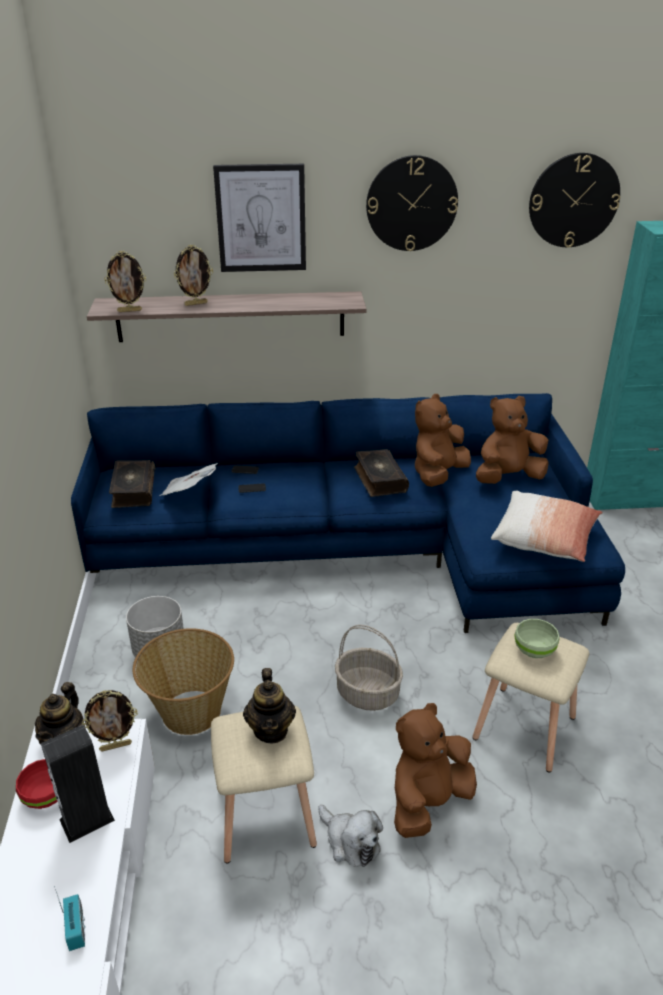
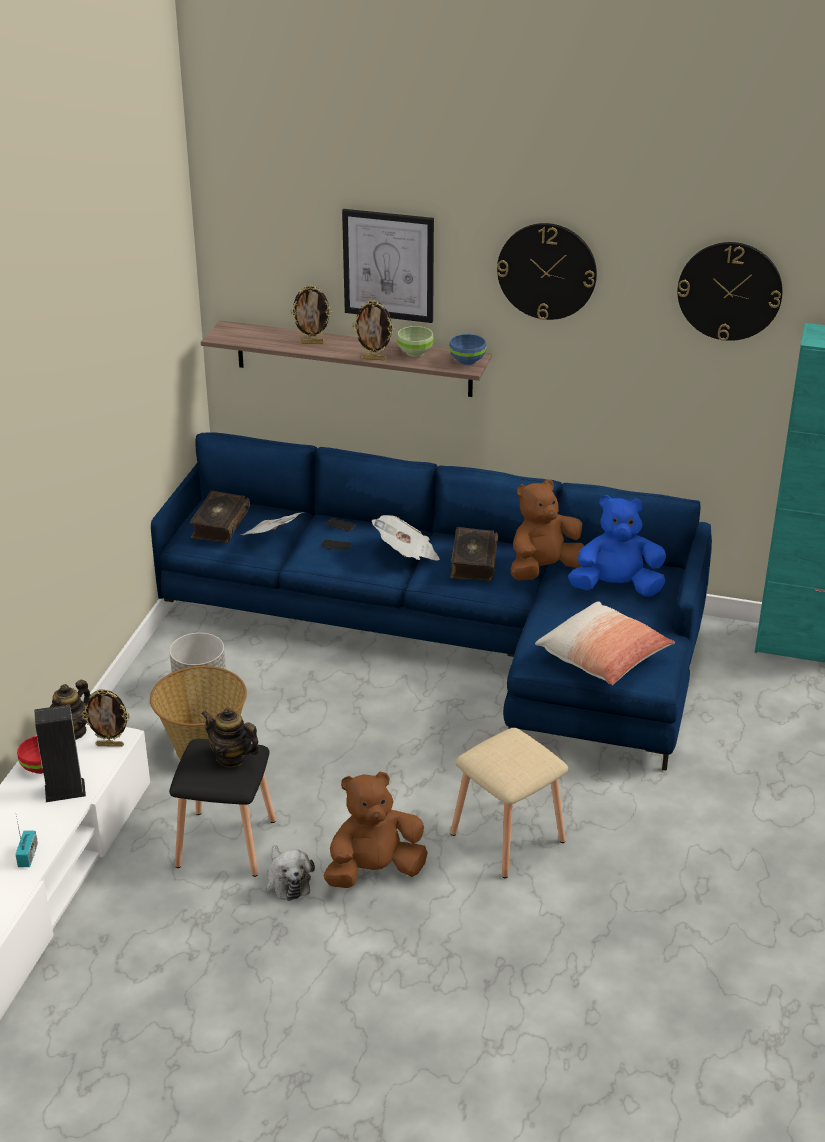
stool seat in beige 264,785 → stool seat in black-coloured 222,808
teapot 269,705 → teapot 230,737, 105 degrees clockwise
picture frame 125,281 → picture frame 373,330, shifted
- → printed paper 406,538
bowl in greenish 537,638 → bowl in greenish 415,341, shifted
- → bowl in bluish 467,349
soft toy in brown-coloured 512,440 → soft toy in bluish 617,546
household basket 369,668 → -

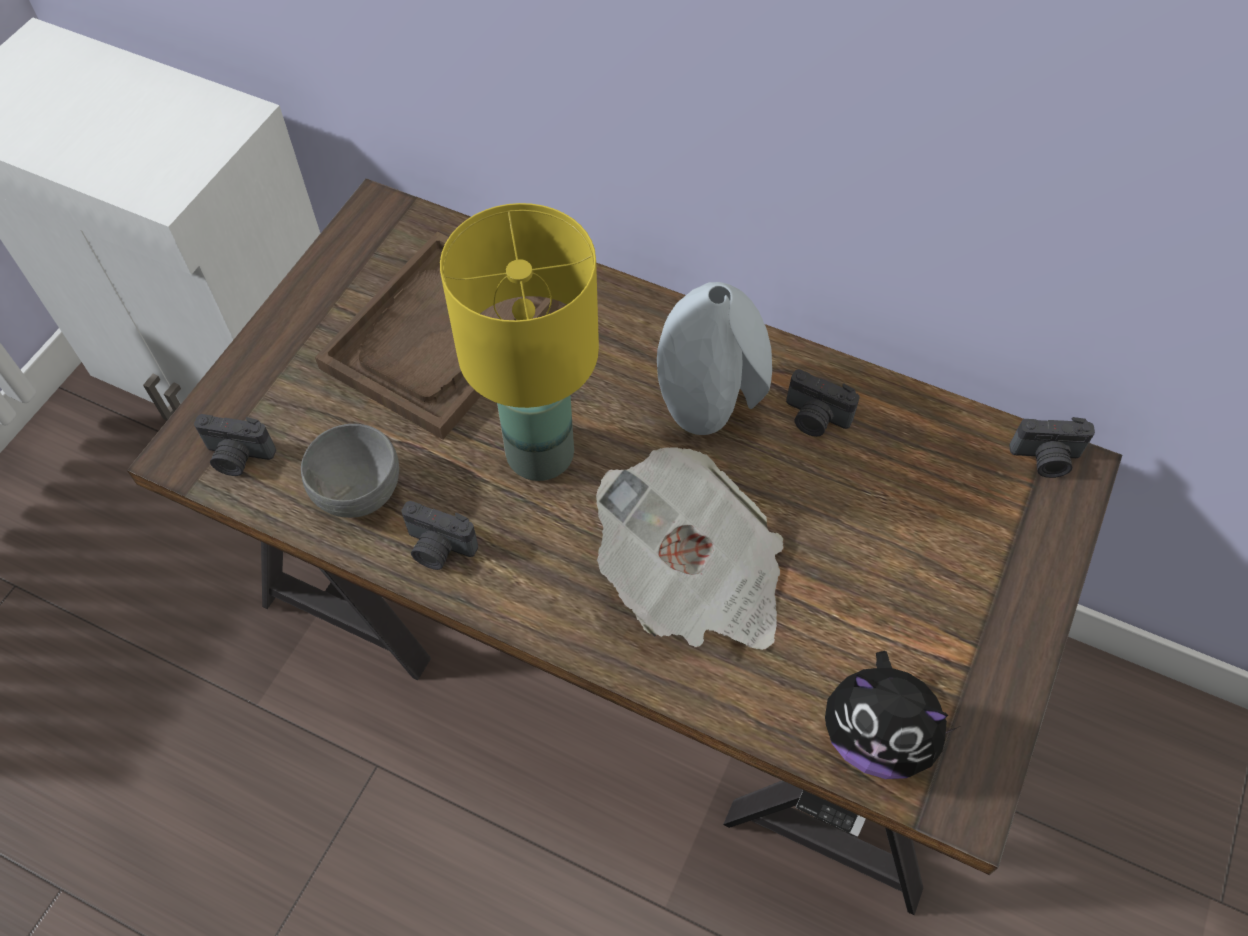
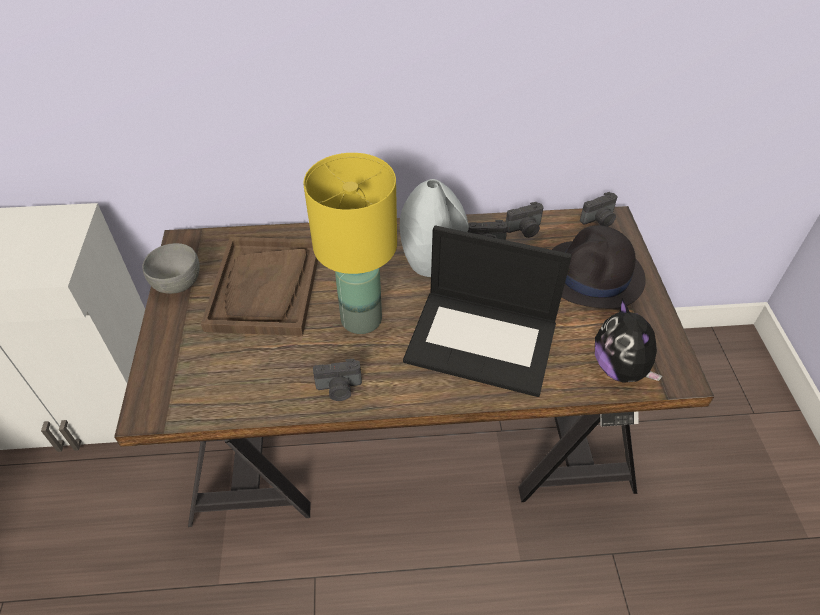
bowl in greyish 350,471 → bowl in greyish 171,268, shifted
printed paper 689,548 → portable computer 487,311
photo camera 235,445 → photo camera 525,220, shifted
- → hat in black-coloured 599,267
soft toy 892,715 → soft toy 628,341, 75 degrees clockwise

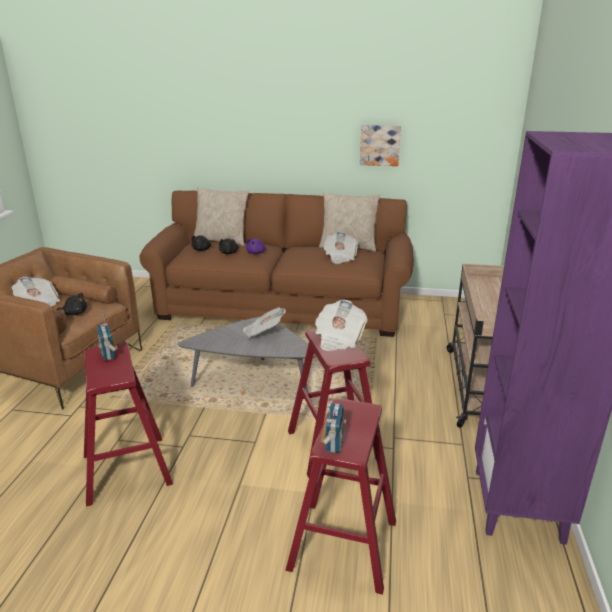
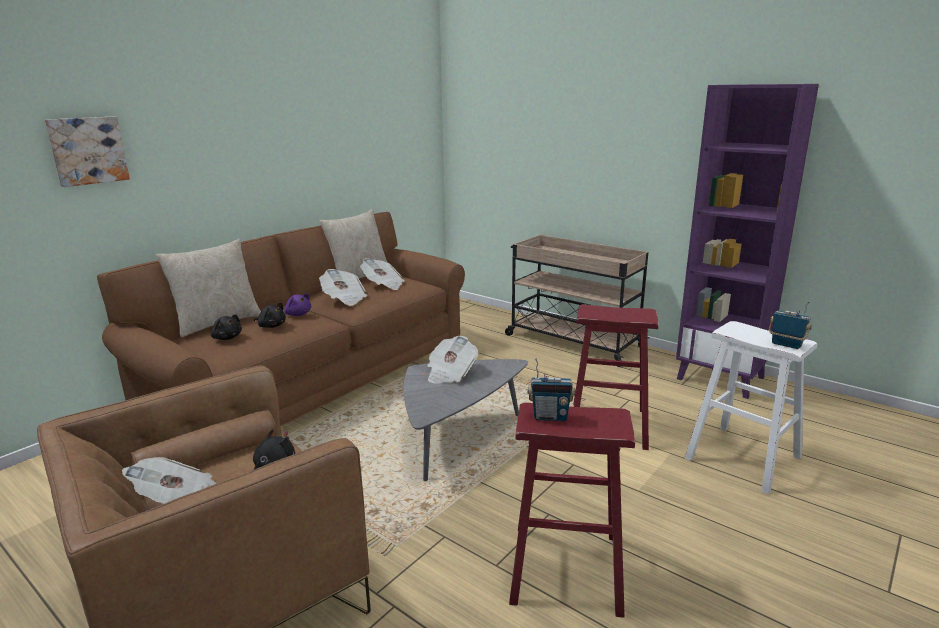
wall picture 380,145 → wall picture 87,152, shifted
printed paper 341,325 → printed paper 343,287, shifted
stool seat in red-coloured 341,496 → stool seat in whitish 751,407

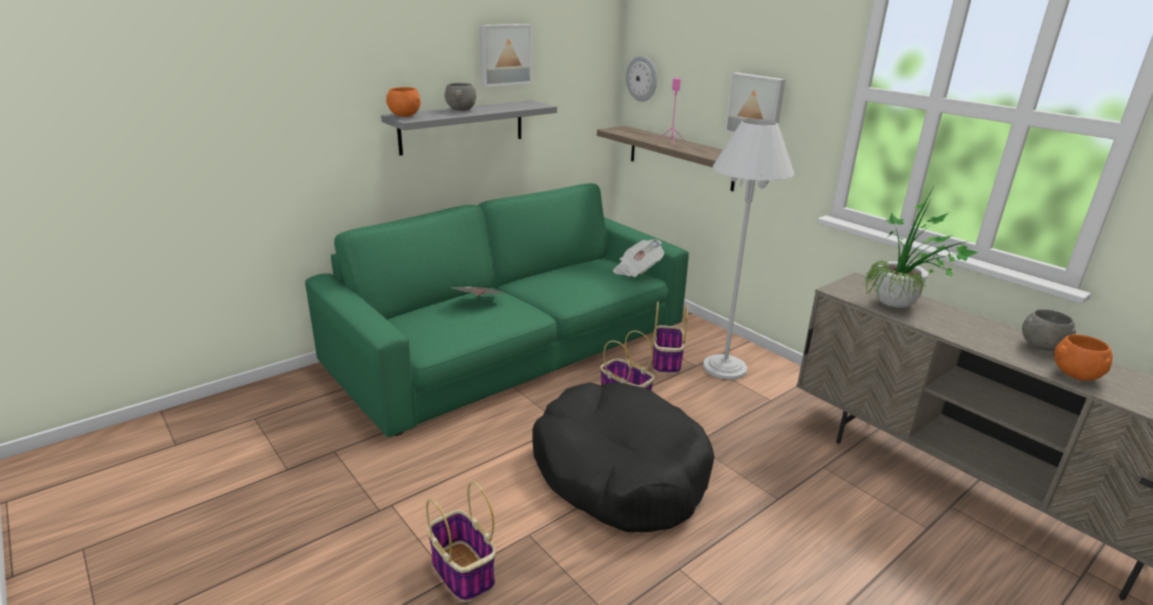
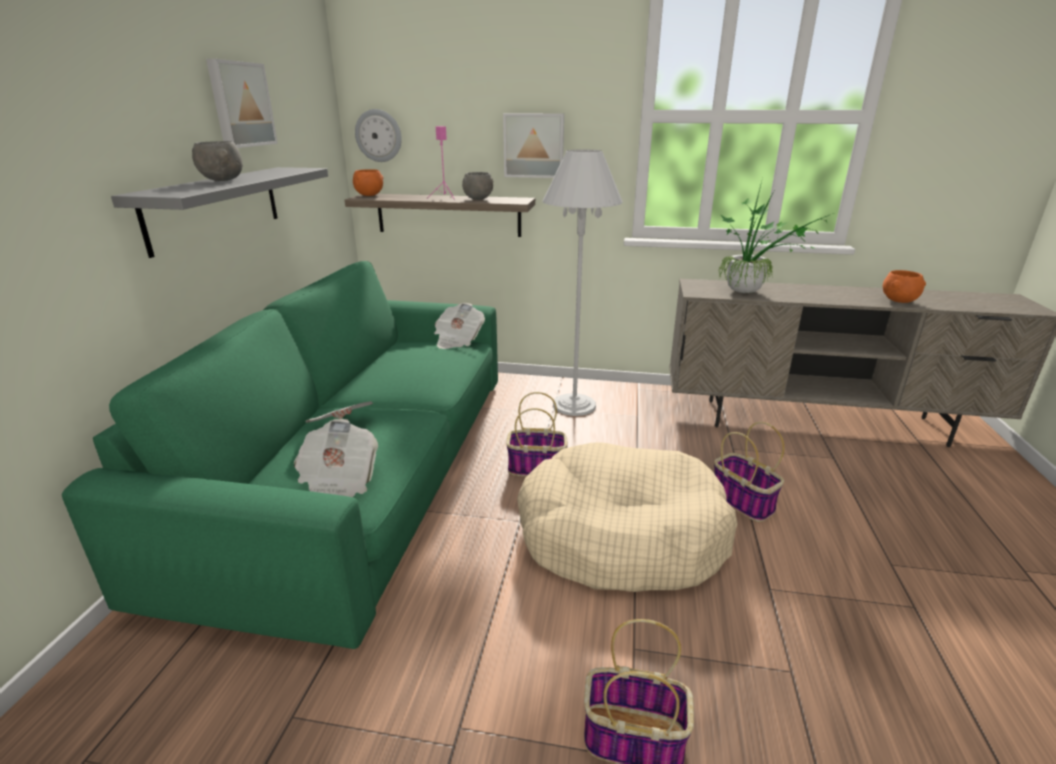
- → printed paper 336,458
bowl in orange-coloured 403,102 → bowl in orange-coloured 368,182, shifted
bowl in greyish 1049,330 → bowl in greyish 477,186, shifted
dog bed in black-coloured 623,457 → dog bed in beige 627,517
household basket 670,338 → household basket 749,472, shifted

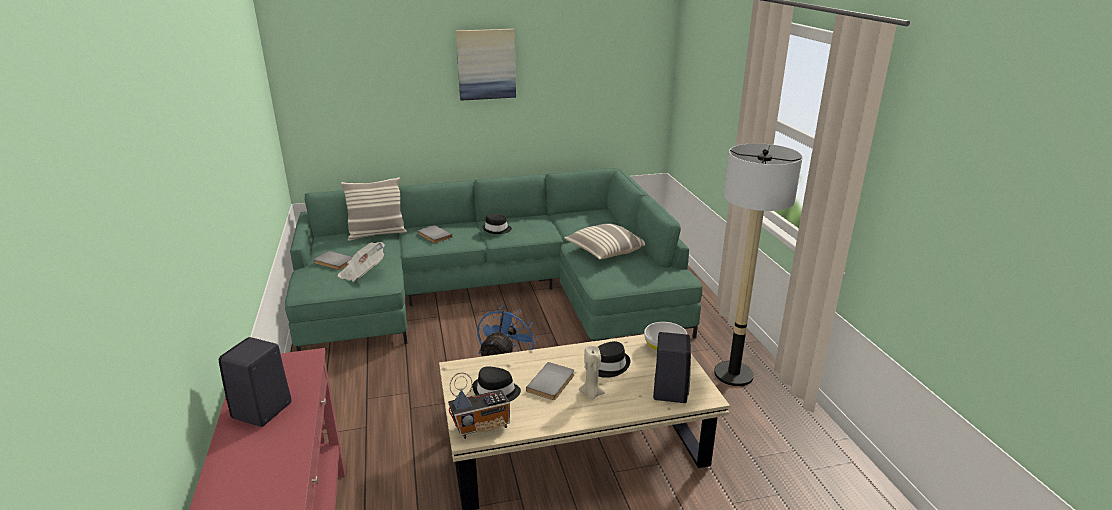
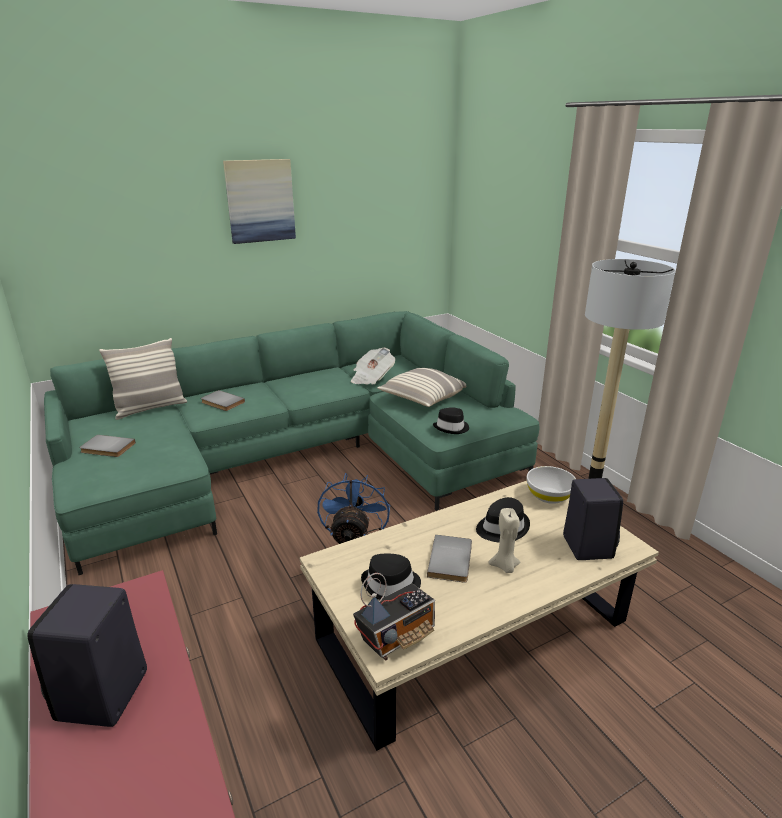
printed paper 361,262 → printed paper 373,366, shifted
hat in black-coloured 497,224 → hat in black-coloured 451,420, shifted

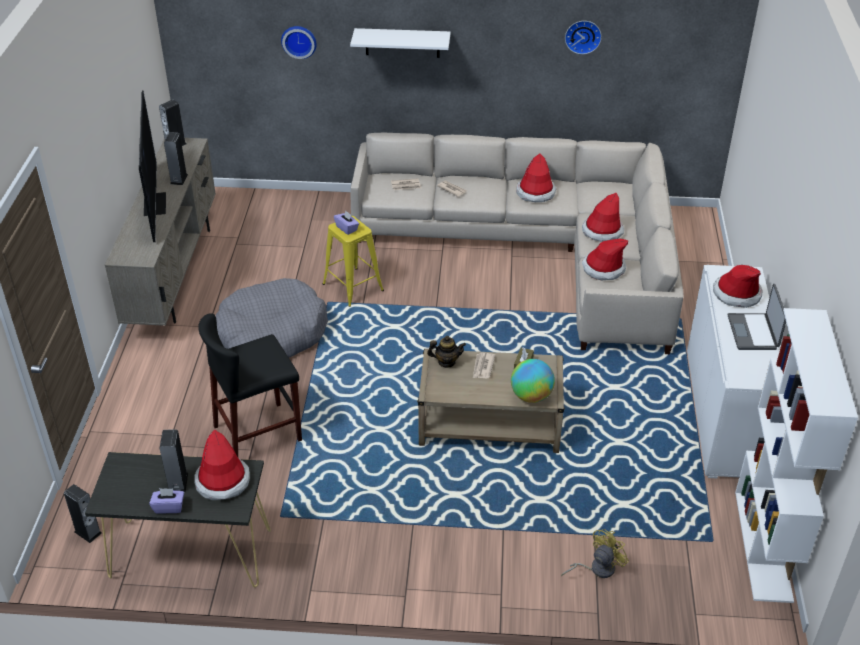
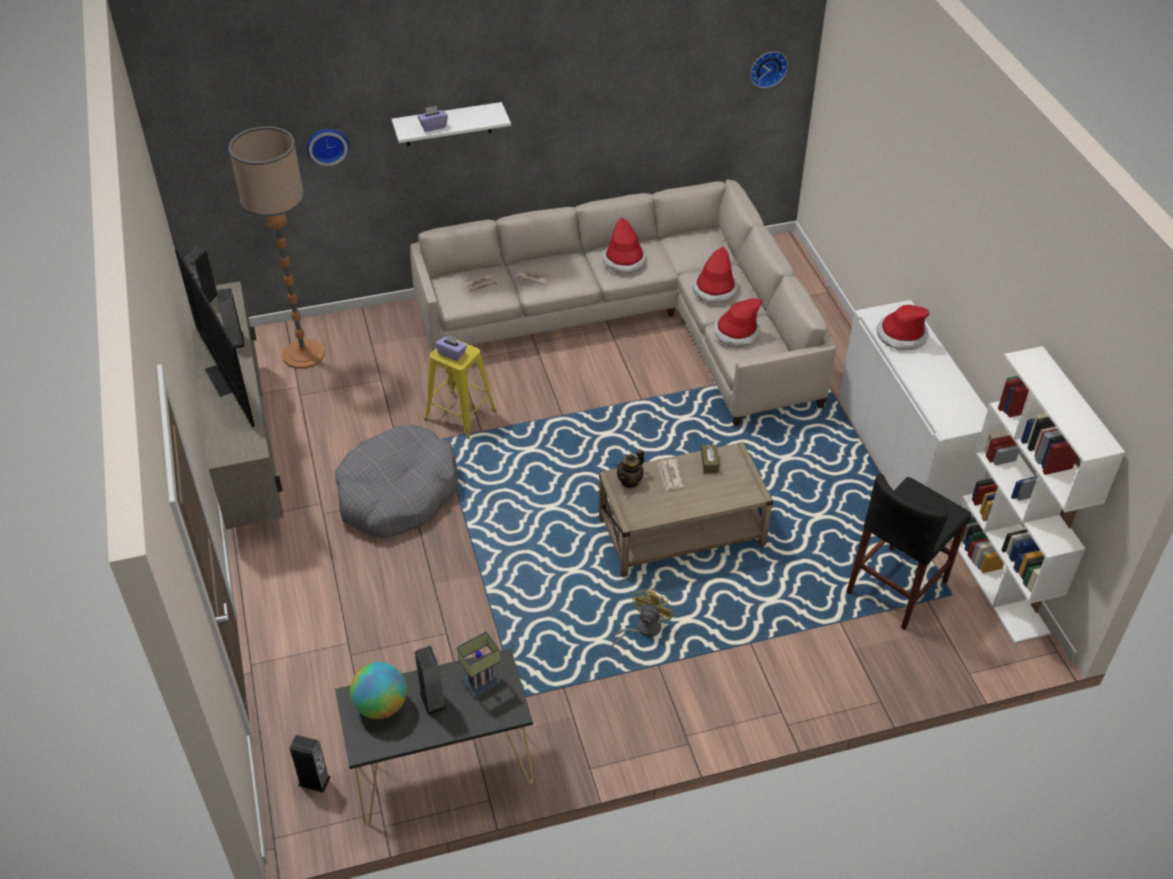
- → standing lamp 276,247
desk globe 533,381 → desk globe 378,690, shifted
tissue holder in purple-coloured 166,501 → tissue holder in purple-coloured 433,119, shifted
hat 222,464 → table lamp 479,664
fan in yellow-coloured 595,553 → fan in yellow-coloured 643,617, shifted
teapot 446,352 → teapot 630,468, 150 degrees clockwise
clock on the wall 583,37 → clock on the wall 769,70, shifted
stool seat in black-coloured 250,385 → stool seat in black-coloured 909,552, shifted
portable computer 756,317 → -

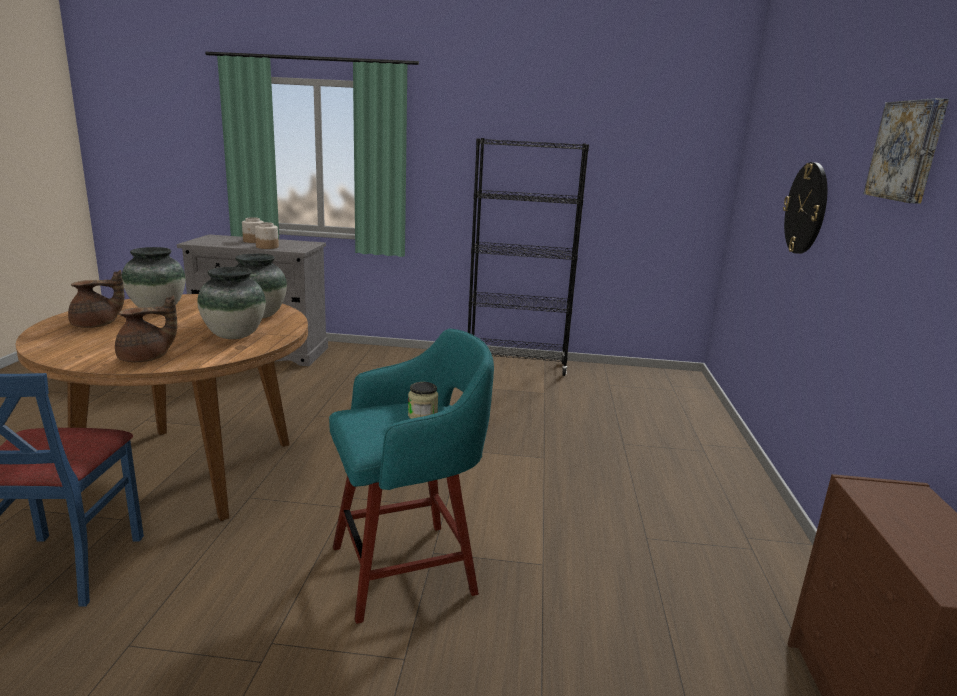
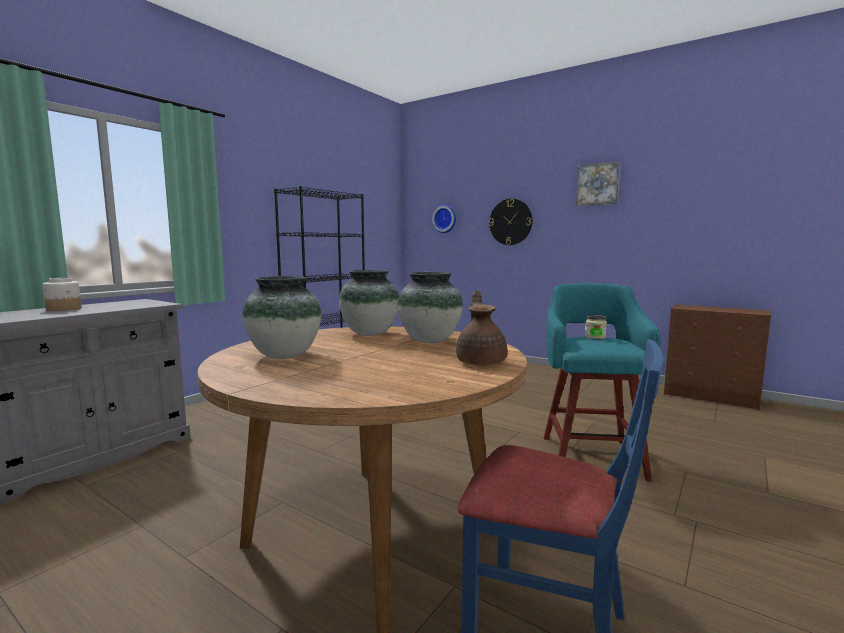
- → clock on the wall 444,219
teapot in brown-coloured 96,299 → -
preserve jar 267,235 → -

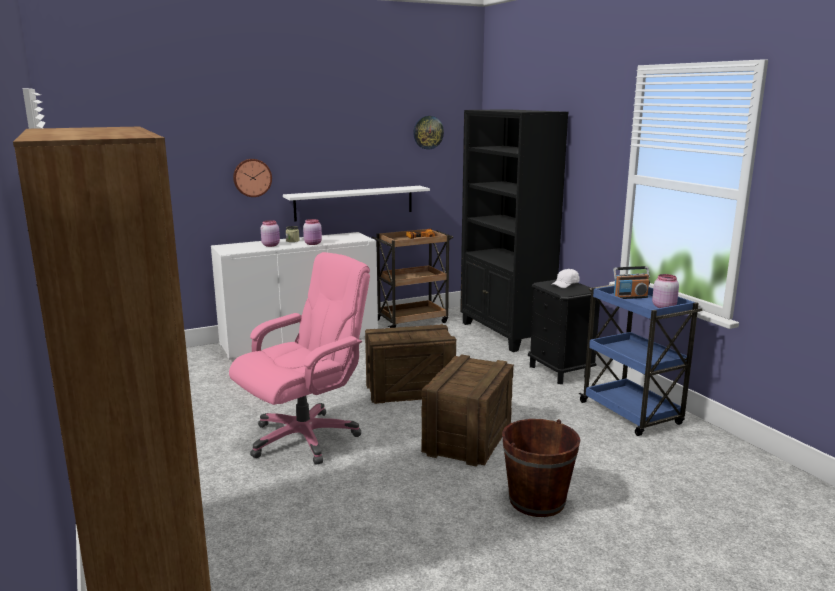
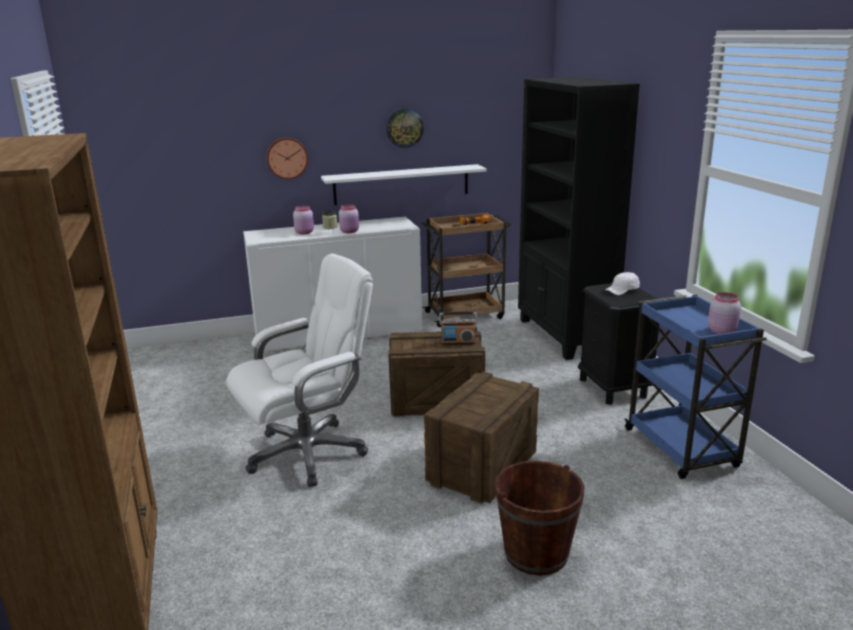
office chair in pink-coloured 299,358 → office chair in whitish 299,370
clock on the wall 428,132 → clock on the wall 405,128, shifted
radio set 631,282 → radio set 458,328, shifted

